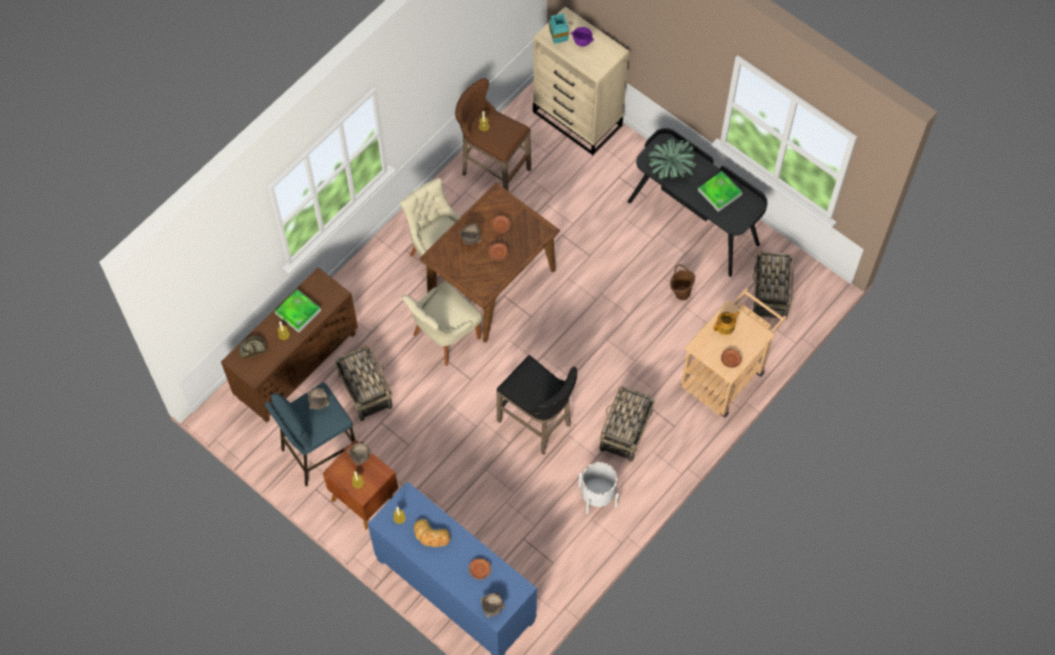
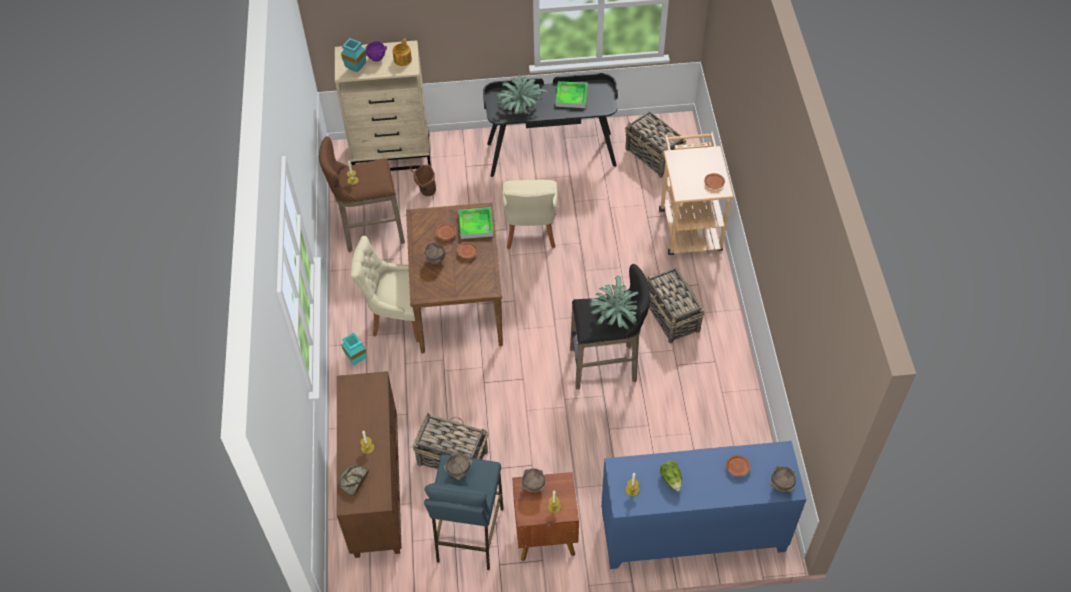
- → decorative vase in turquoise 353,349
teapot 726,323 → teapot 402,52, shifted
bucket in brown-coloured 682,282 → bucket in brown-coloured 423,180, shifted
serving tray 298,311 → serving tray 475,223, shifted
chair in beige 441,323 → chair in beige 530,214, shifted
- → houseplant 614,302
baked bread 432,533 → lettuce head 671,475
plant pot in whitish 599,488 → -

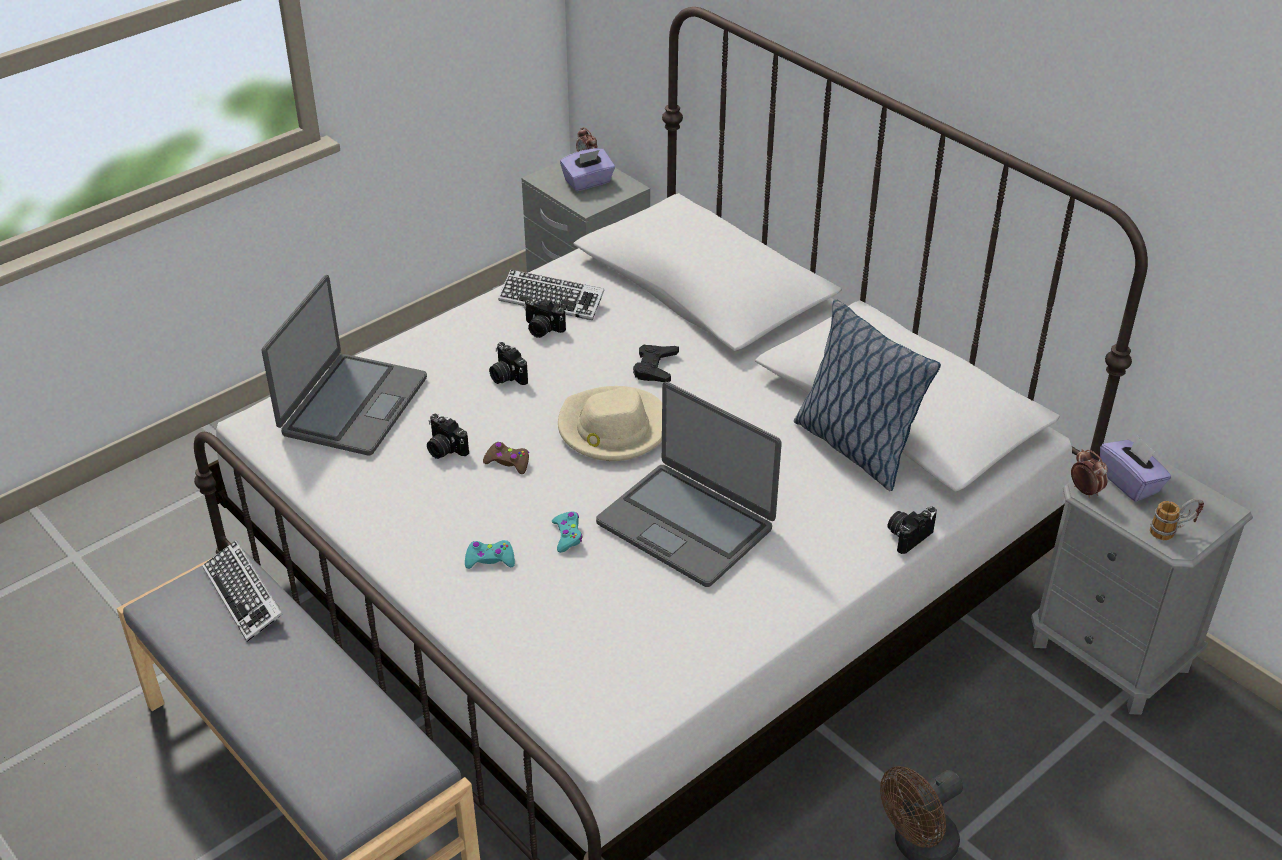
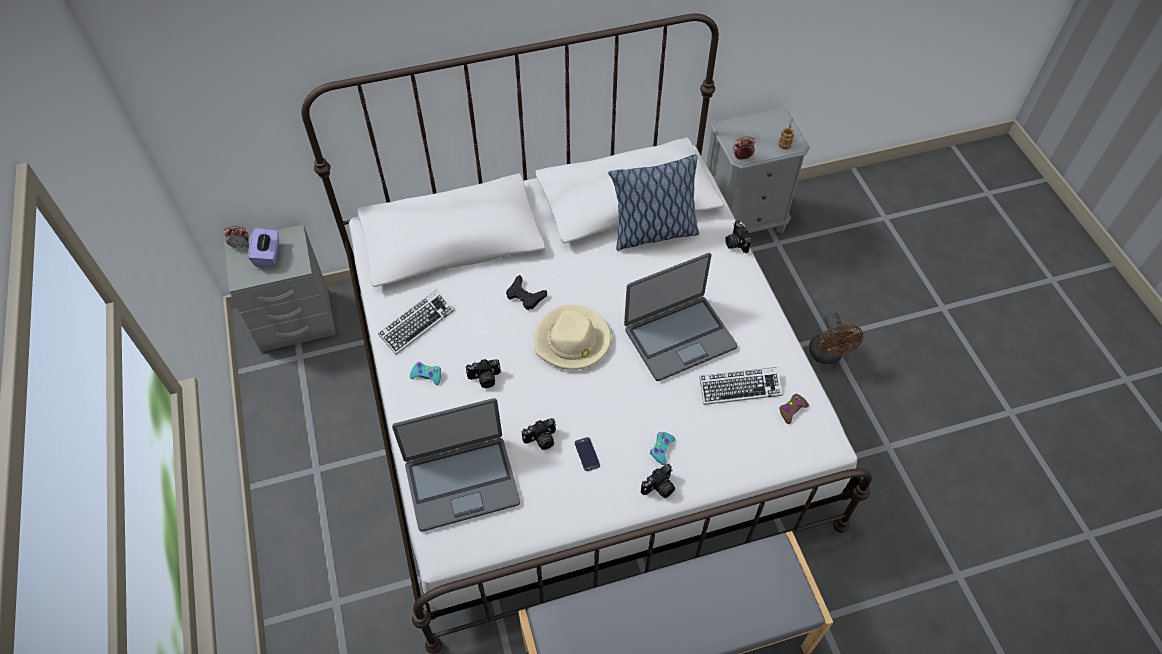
portable computer 344,365 → portable computer 456,465, 120 degrees clockwise
game controller in turquoise 567,532 → game controller in turquoise 425,373, shifted
- → phone 587,454
photo camera 545,318 → photo camera 658,481, shifted
PC keyboard 242,591 → PC keyboard 740,386, shifted
game controller in brown-coloured 506,458 → game controller in brown-coloured 794,409, shifted
tissue holder in purple-coloured 1135,468 → -

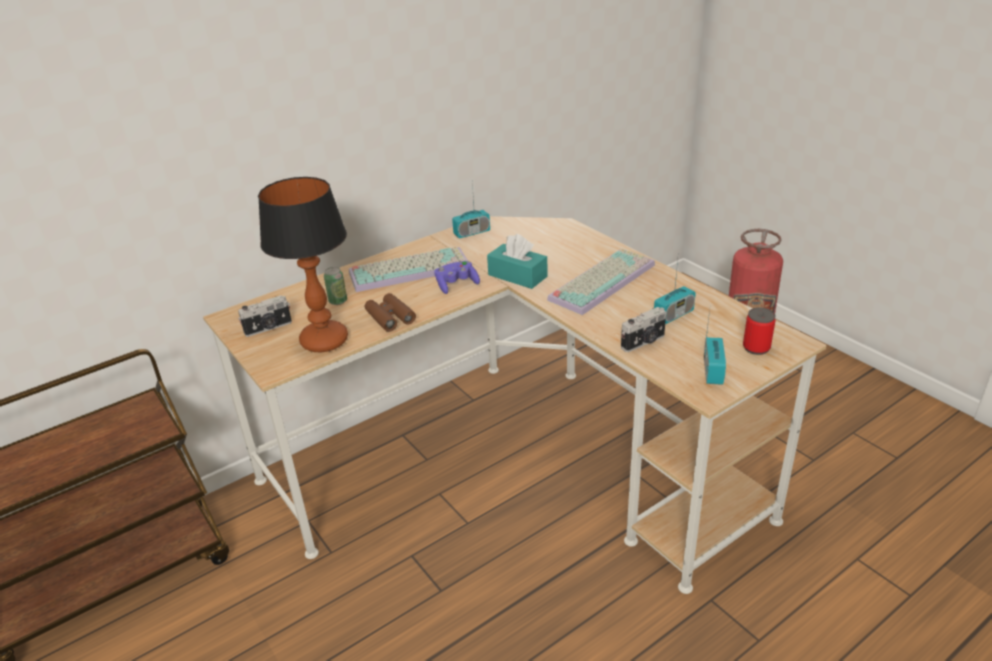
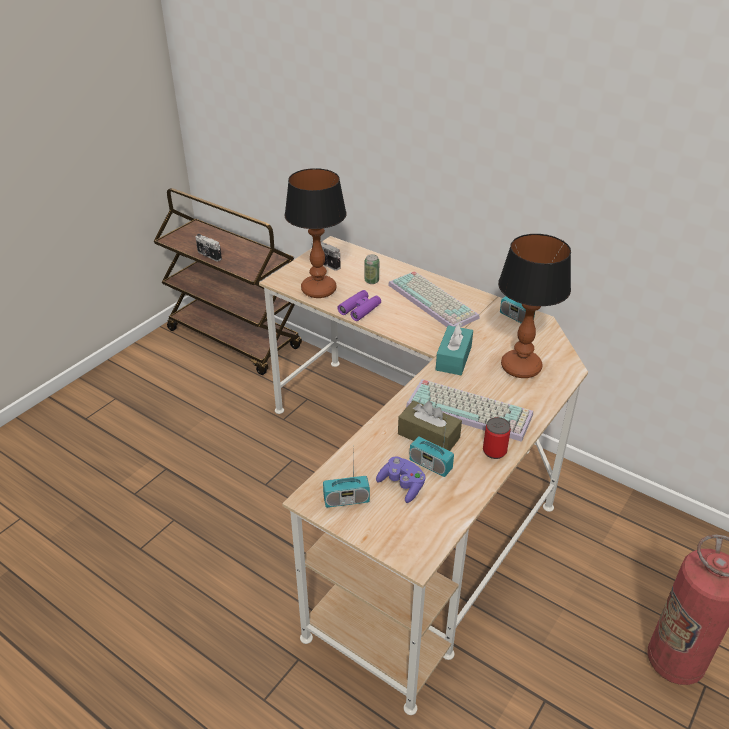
photo camera 643,329 → photo camera 208,248, shifted
pair of binoculars in brown-coloured 390,312 → pair of binoculars in purple-coloured 359,305
game controller in purple-coloured 457,277 → game controller in purple-coloured 401,479, shifted
- → tissue holder in brown-coloured 430,425
can 759,331 → can 497,438, shifted
- → table lamp 534,306

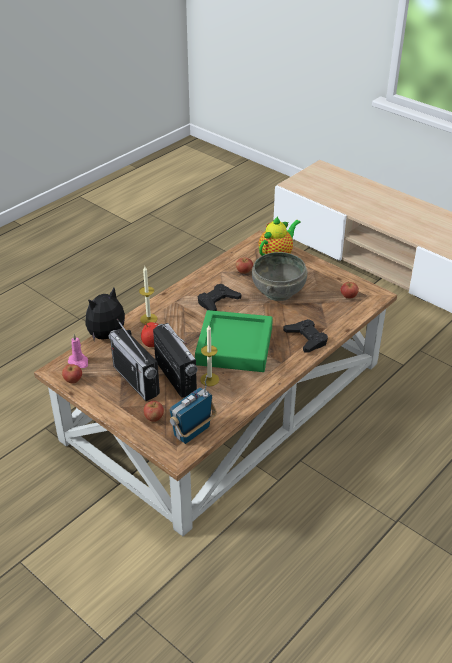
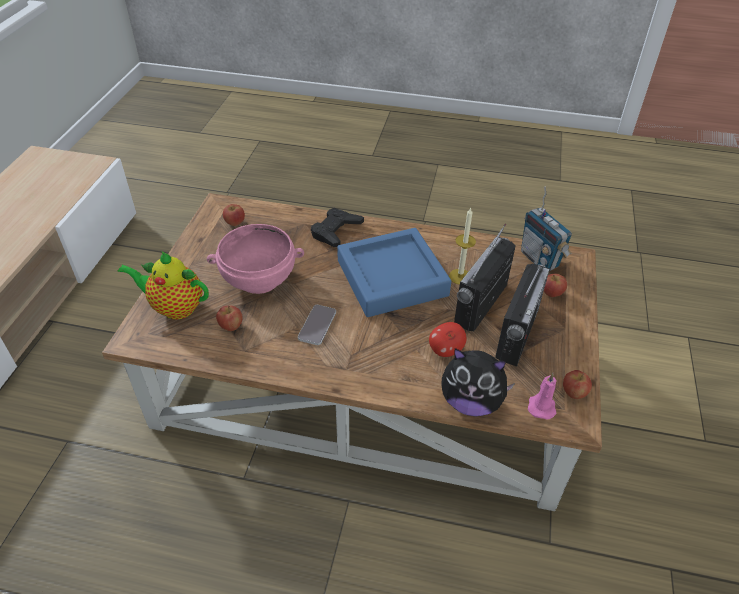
bowl in greyish 279,276 → bowl in pink-coloured 255,259
game controller in black-coloured 219,297 → phone 317,325
serving tray in greenish 234,341 → serving tray in bluish 394,272
radio set 193,409 → radio set 546,229, 45 degrees clockwise
wax light 148,295 → -

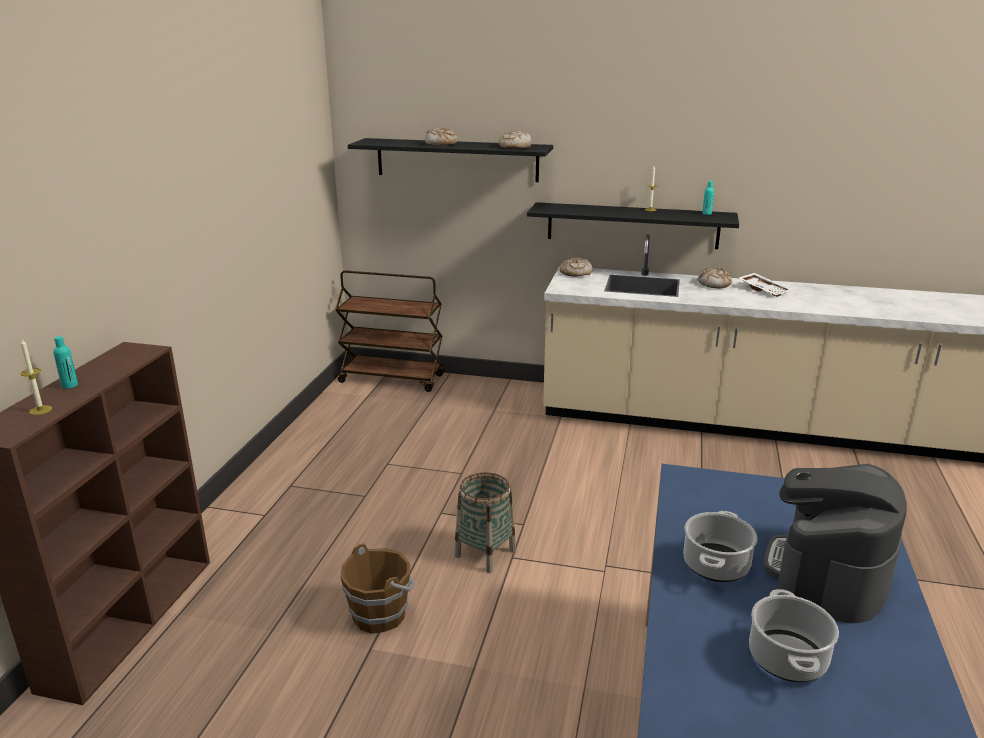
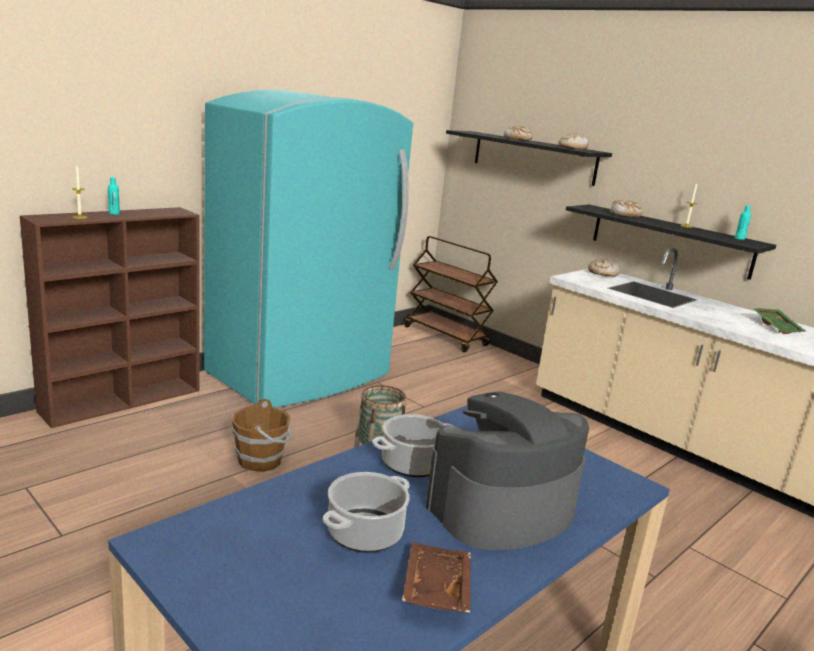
- → refrigerator in turquoise 308,248
- → serving tray in brown-coloured 436,577
baked bread 715,278 → baked bread 626,208, shifted
serving tray in whitish 765,285 → serving tray in greenish 780,321

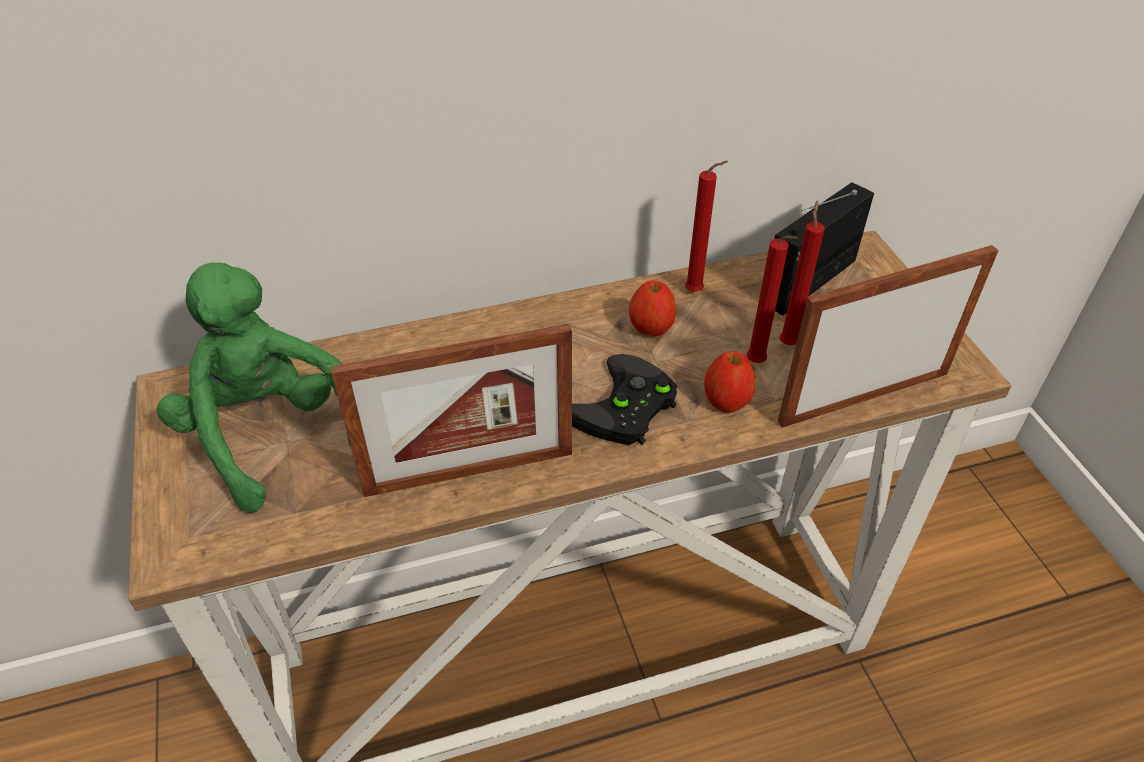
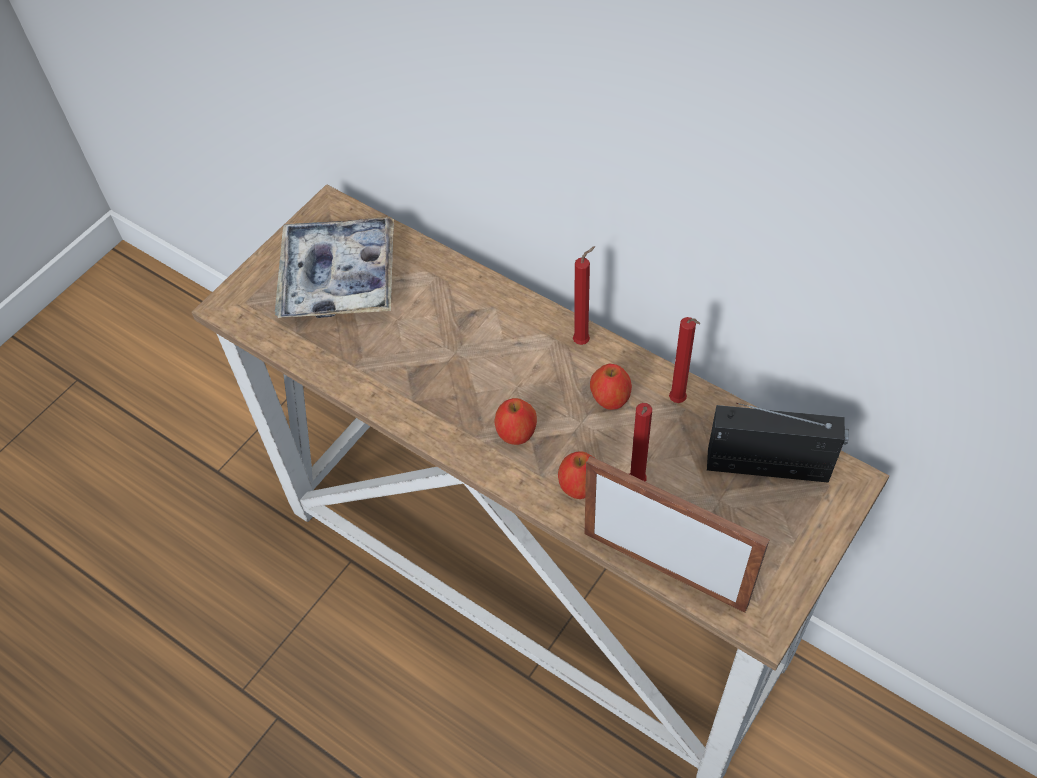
soft toy in greenish 254,388 → serving tray 334,267
game controller in black-coloured 624,399 → apple fruit 515,421
wax light in red-coloured 802,273 → wax light in red-coloured 584,295, shifted
picture frame 451,410 → -

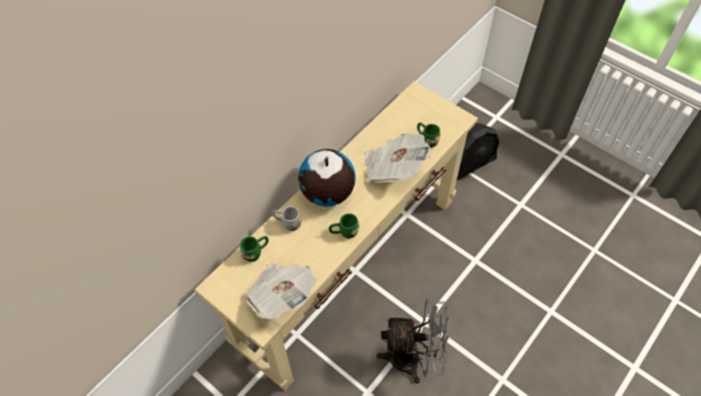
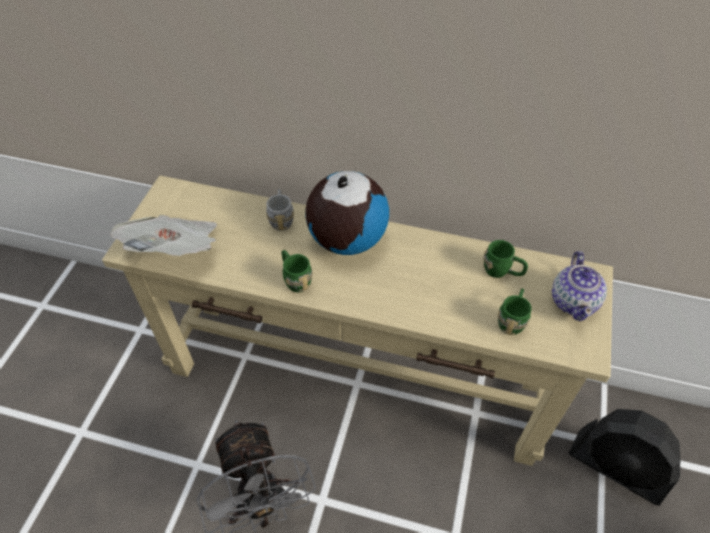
tea mug in greenish 254,249 → tea mug in greenish 505,259, shifted
- → teapot 579,286
printed paper 397,158 → -

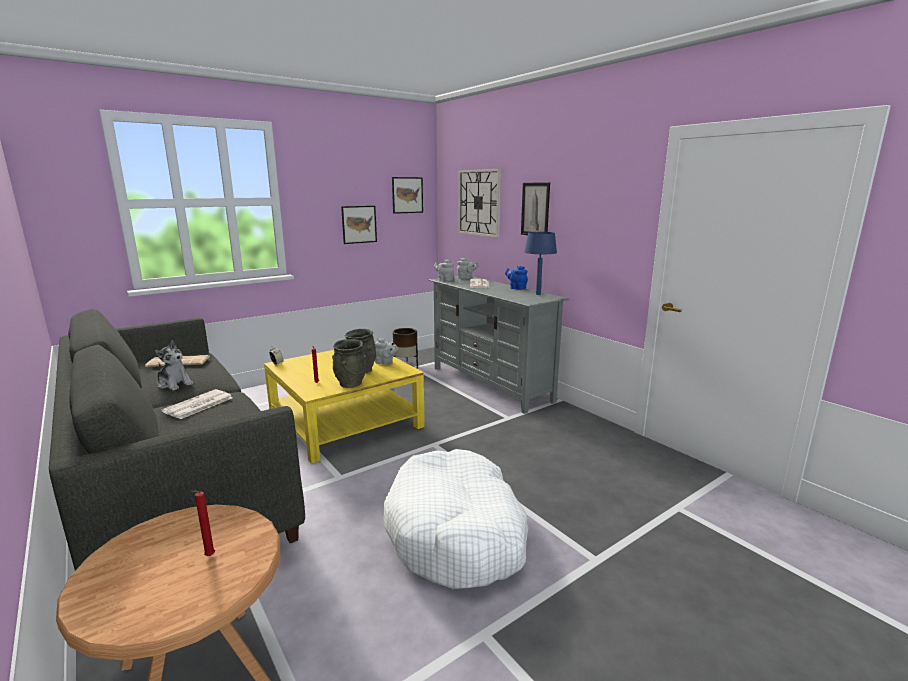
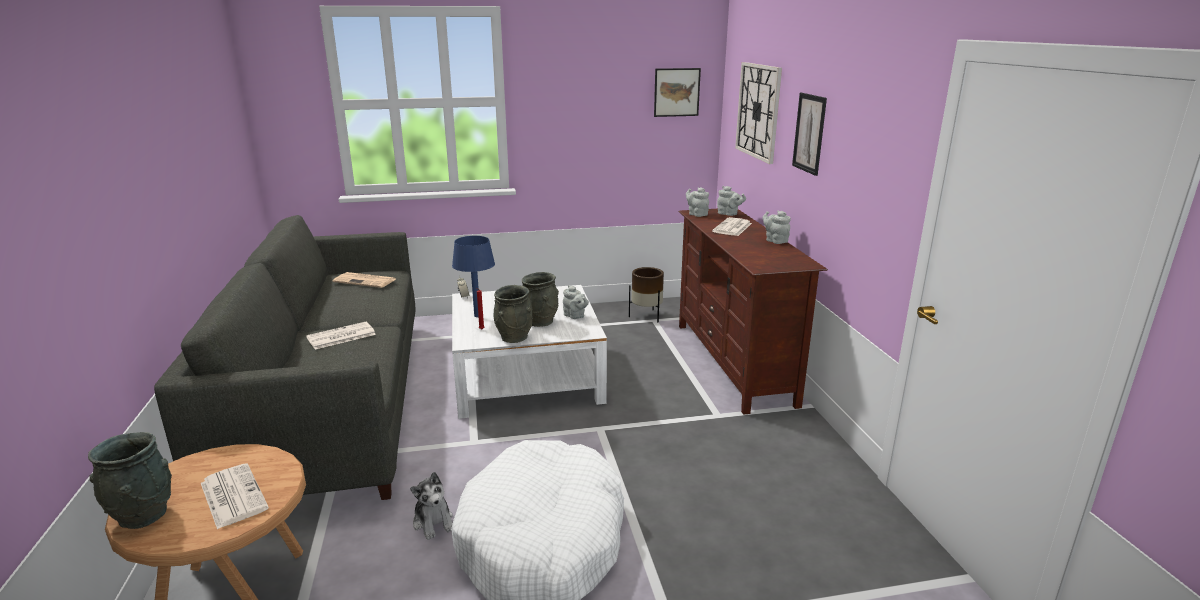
- → decorative vase in greyish 130,480
wax light in red-coloured 203,523 → printed paper 235,496
soft toy 174,365 → soft toy 431,506, shifted
table lamp in bluish 540,263 → table lamp in bluish 473,276, shifted
low table in yellow-coloured 344,407 → low table in whitish 529,352
tv unit in greyish 499,345 → tv unit in brown-coloured 753,312
teapot in bluish 516,278 → teapot in greyish 777,227
wall picture 359,225 → -

